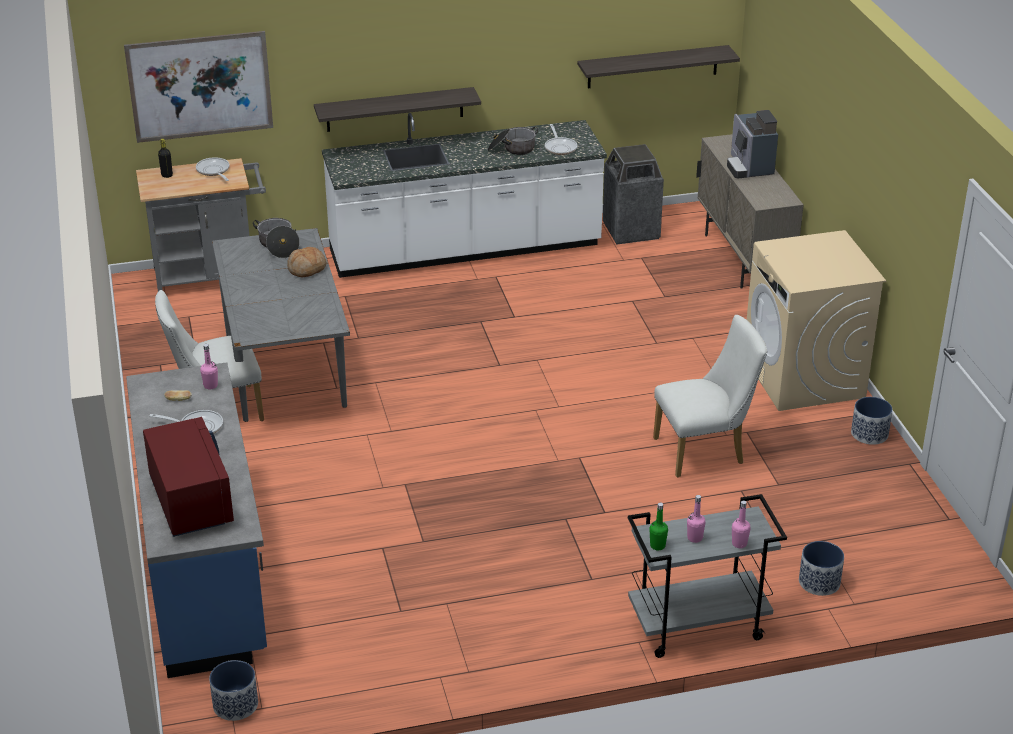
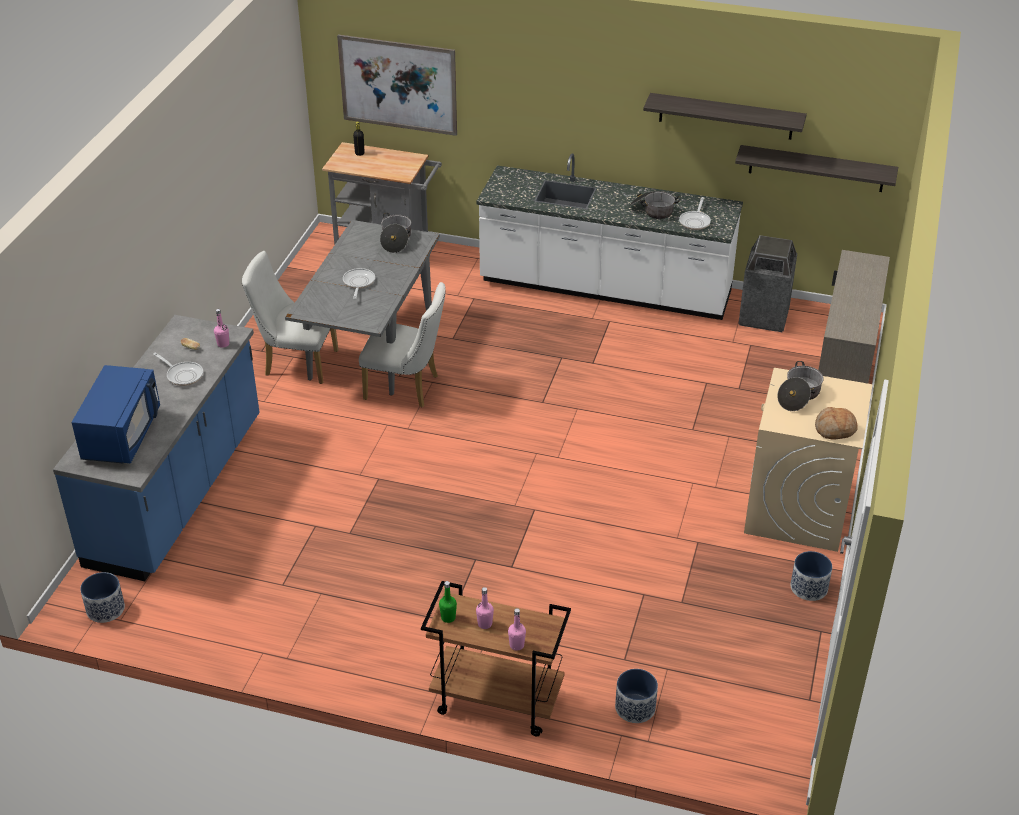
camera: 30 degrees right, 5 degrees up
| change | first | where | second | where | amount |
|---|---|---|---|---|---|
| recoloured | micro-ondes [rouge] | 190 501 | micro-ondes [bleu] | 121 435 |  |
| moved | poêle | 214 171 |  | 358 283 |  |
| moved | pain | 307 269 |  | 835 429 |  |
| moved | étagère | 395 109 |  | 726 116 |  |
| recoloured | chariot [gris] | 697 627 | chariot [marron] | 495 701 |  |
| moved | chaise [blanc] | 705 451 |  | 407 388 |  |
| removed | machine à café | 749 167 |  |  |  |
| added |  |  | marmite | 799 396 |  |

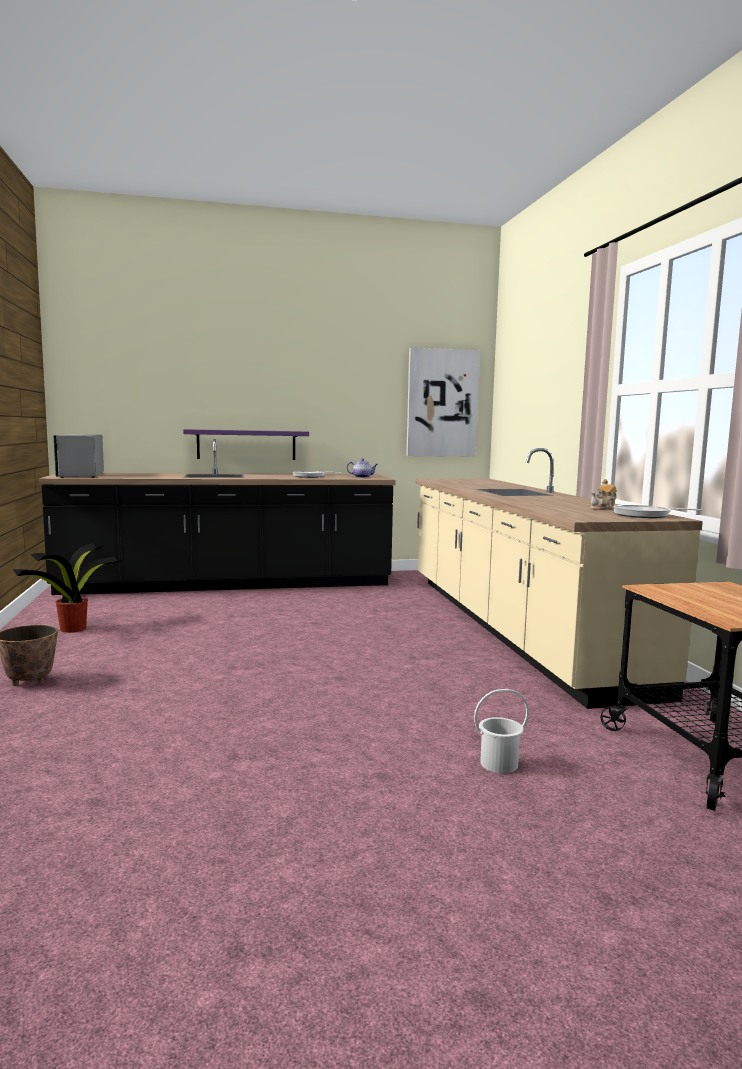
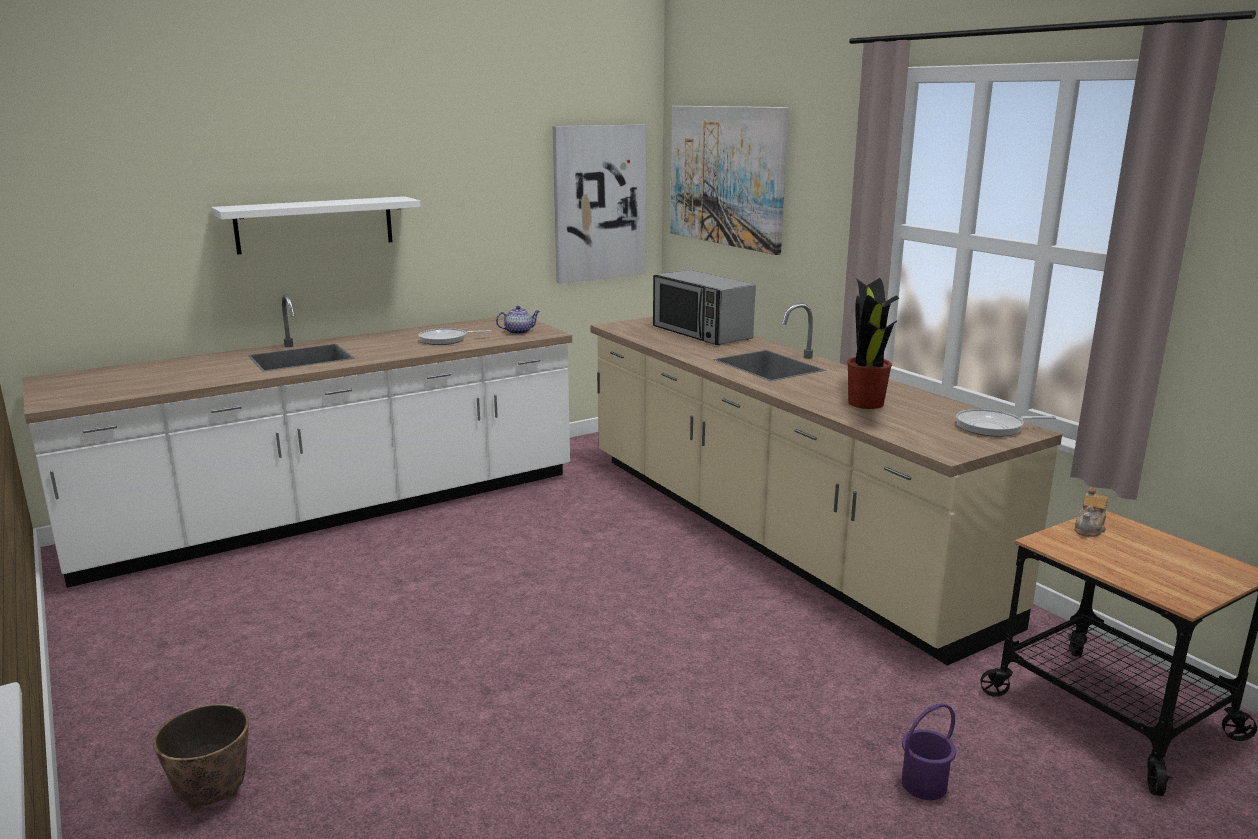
camera: 20 degrees left, 10 degrees up
| change | first | where | second | where | amount |
|---|---|---|---|---|---|
| moved | plante en pot | 74 628 |  | 865 402 |  |
| recoloured | comptoir de cuisine [noir] | 228 584 | comptoir de cuisine [blanc] | 337 511 |  |
| moved | micro-ondes | 80 475 |  | 701 333 |  |
| removed | étagère [violet] | 246 444 |  |  |  |
| recoloured | seau [blanc] | 499 764 | seau [violet] | 925 785 |  |
| moved | théière | 603 508 |  | 1089 529 |  |
| added |  |  | étagère [blanc] | 315 224 |  |
| added |  |  | tableau | 726 176 |  |

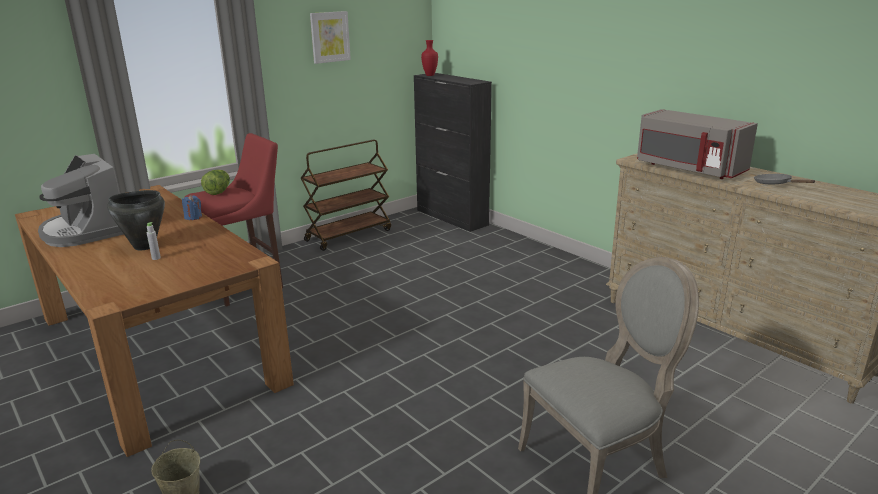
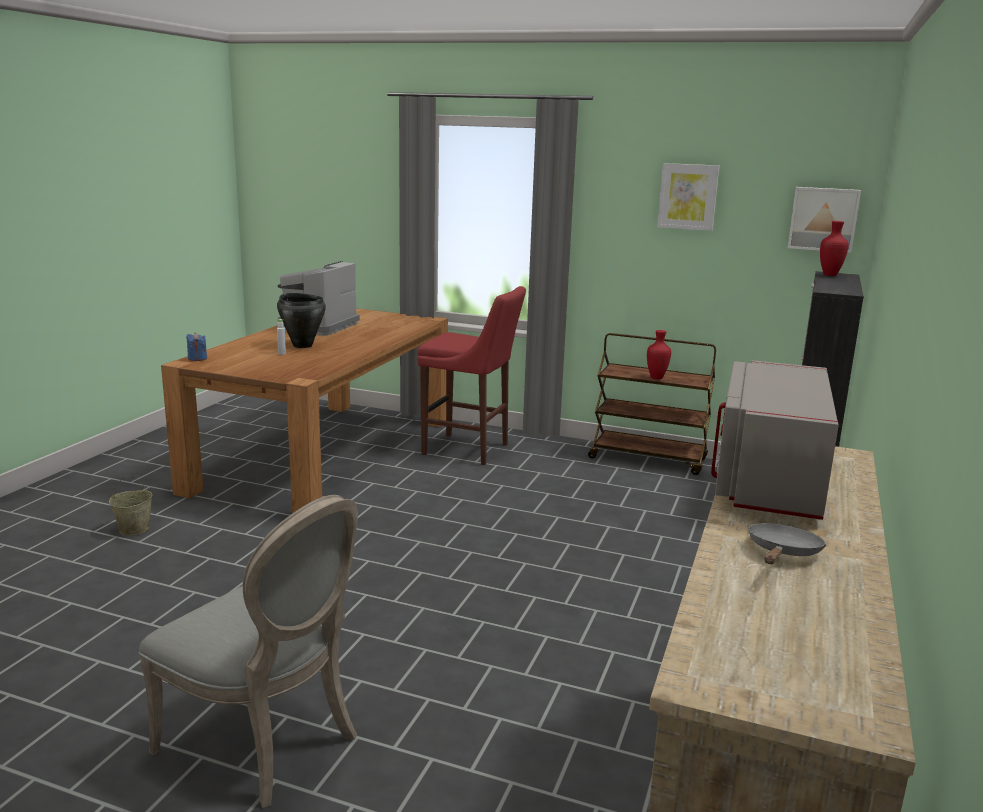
camera: 60 degrees right, 5 degrees down
| change | first | where | second | where | amount |
|---|---|---|---|---|---|
| moved | bougie [bleu] | 193 217 |  | 197 358 |  |
| removed | laitue | 218 191 |  |  |  |
| added |  |  | vase [rouge] | 657 378 |  |
| added |  |  | tableau | 823 219 |  |

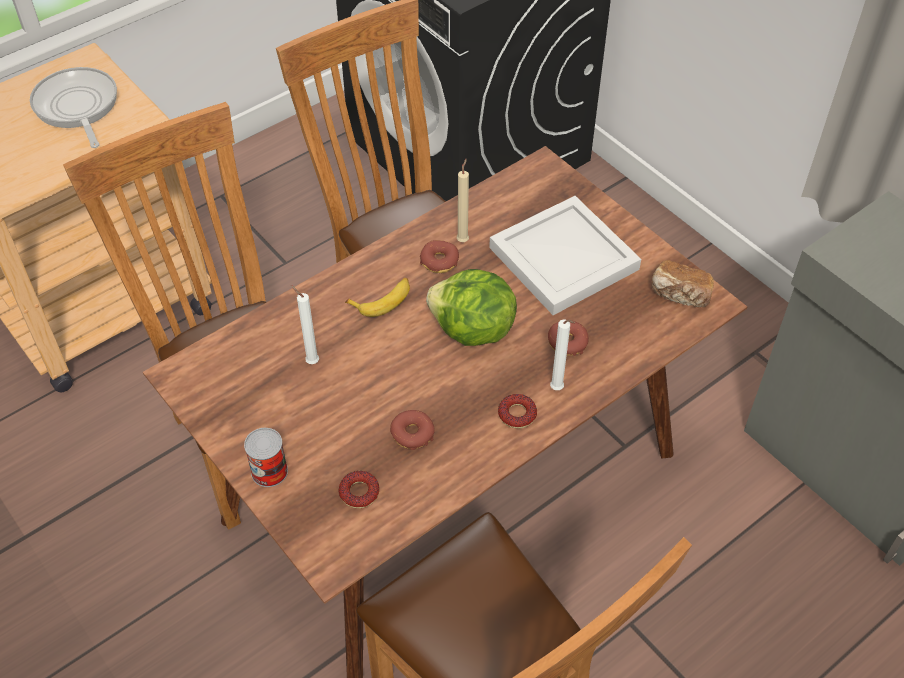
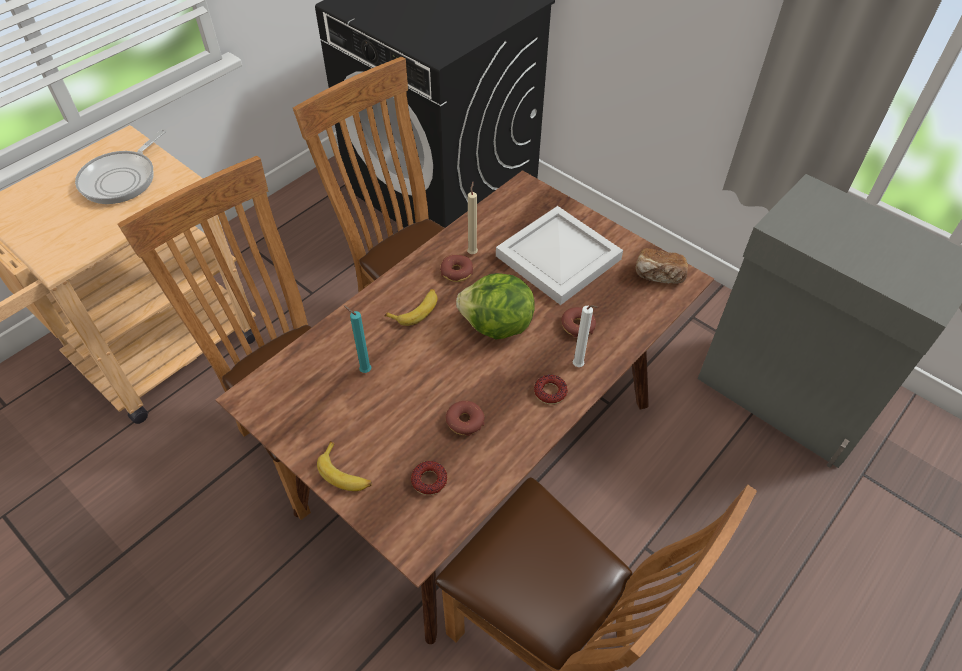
camera: 10 degrees left, 0 degrees up
| change | first | where | second | where | amount |
|---|---|---|---|---|---|
| turned | poêle | 77 107 |  | 122 179 | 120 degrees counterclockwise |
| replaced | boîte métallique | 269 471 | banane | 345 473 |  |
| recoloured | bougie [blanc] | 310 361 | bougie [turquoise] | 364 370 |  |

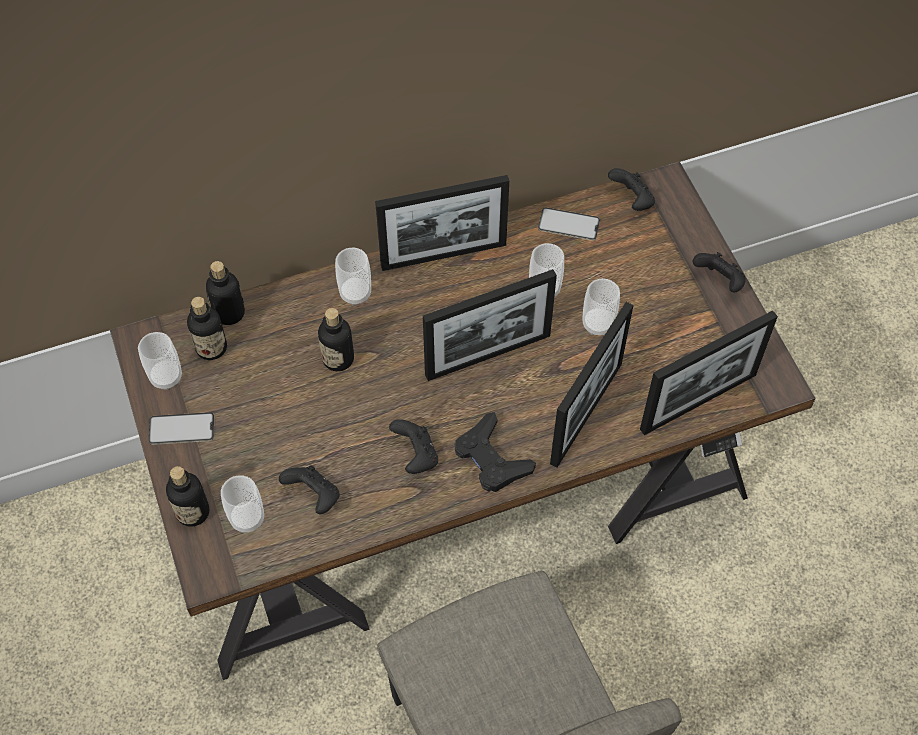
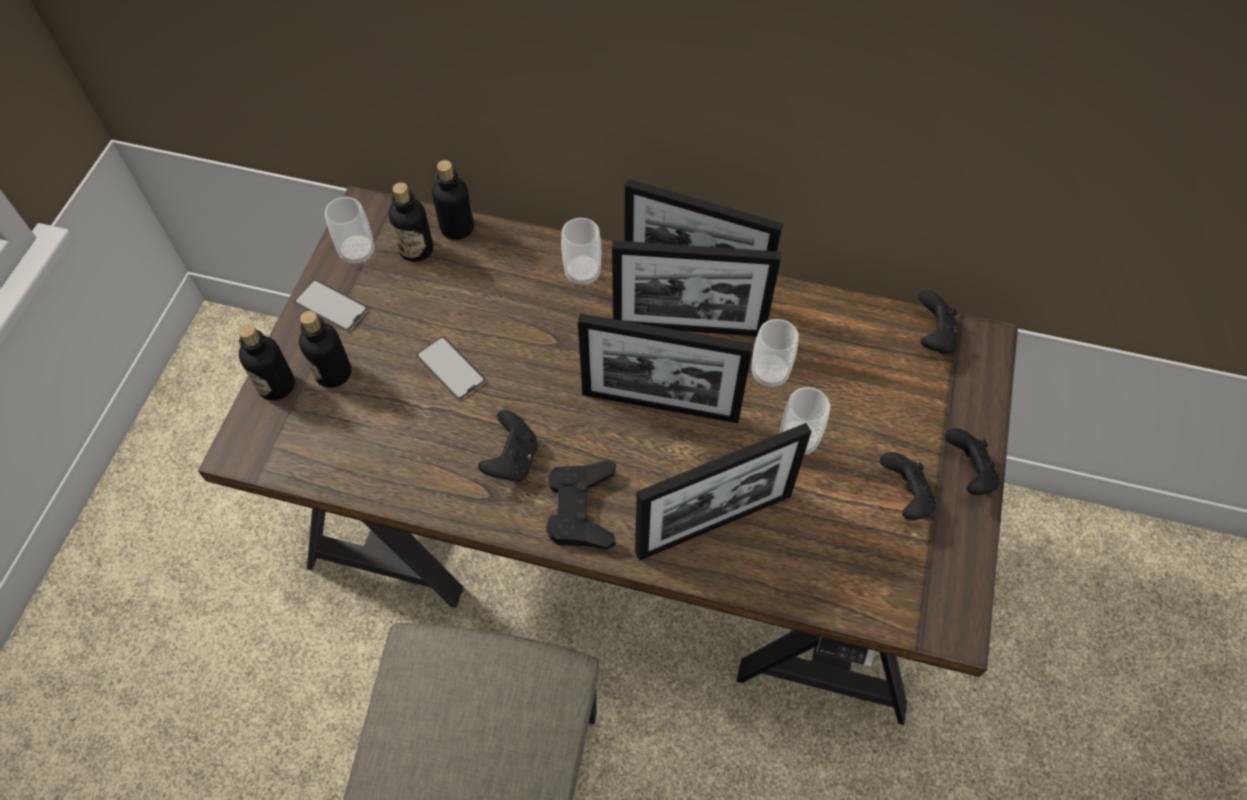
camera: 35 degrees right, 0 degrees up
| change | first | where | second | where | amount |
|---|---|---|---|---|---|
| removed | tasse | 247 518 |  |  |  |
| moved | manette [noir] | 314 496 |  | 905 497 |  |
| moved | bouteille | 338 358 |  | 333 373 |  |
| moved | téléphone | 569 224 |  | 451 368 |  |
| moved | cadre photo | 698 402 |  | 688 327 |  |

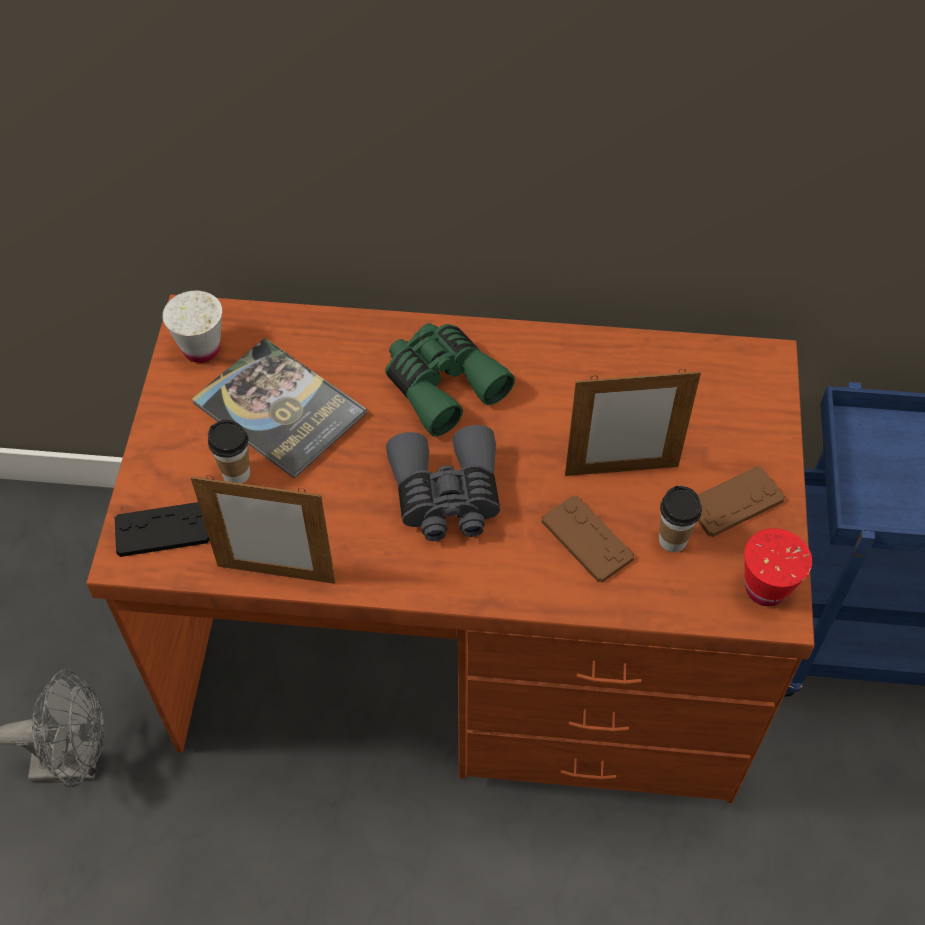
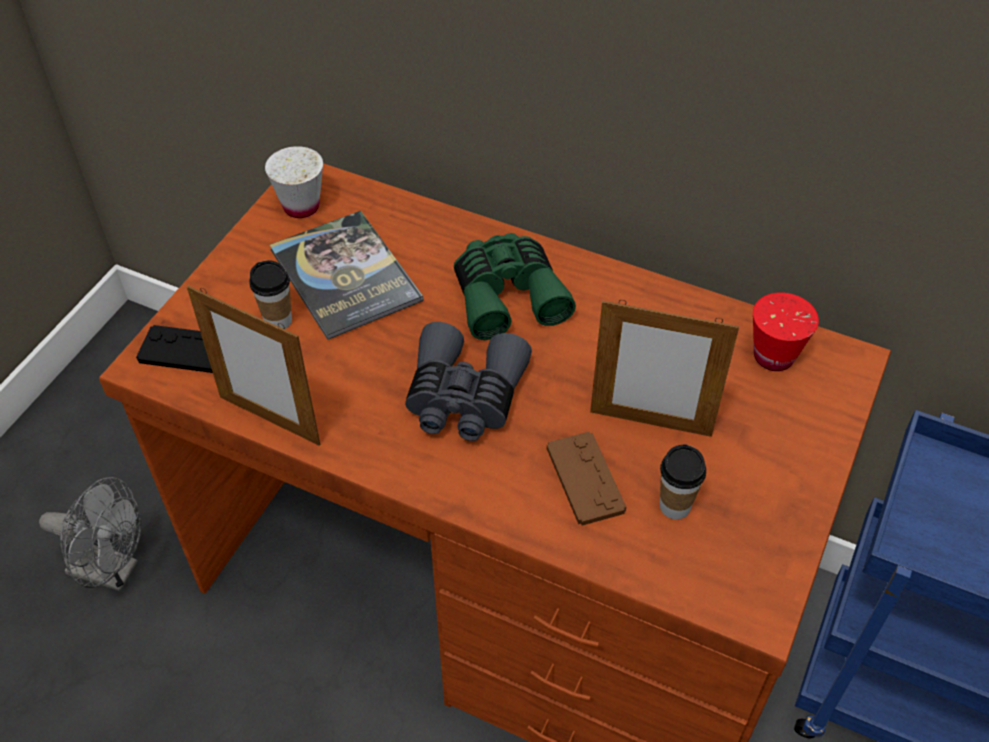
camera: 20 degrees right, 5 degrees down
| change | first | where | second | where | amount |
|---|---|---|---|---|---|
| removed | manette [marron] | 734 502 |  |  |  |
| moved | tasse [rouge] | 765 588 |  | 773 356 |  |

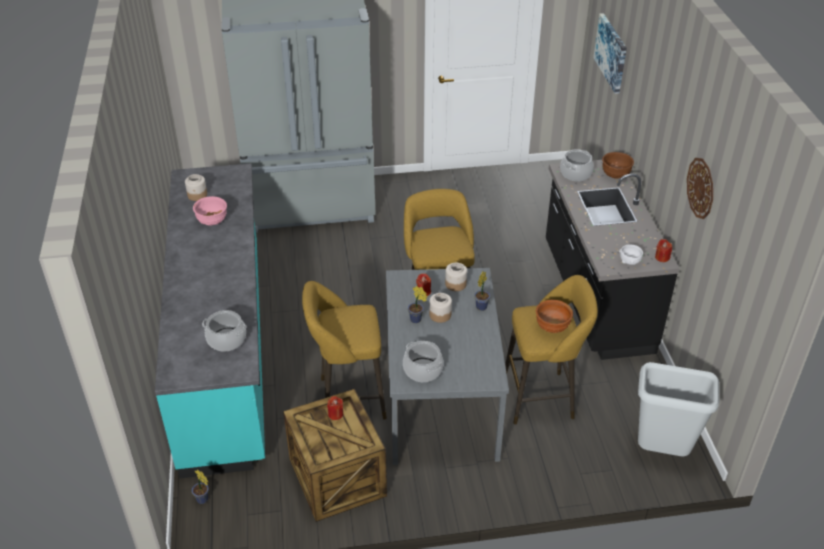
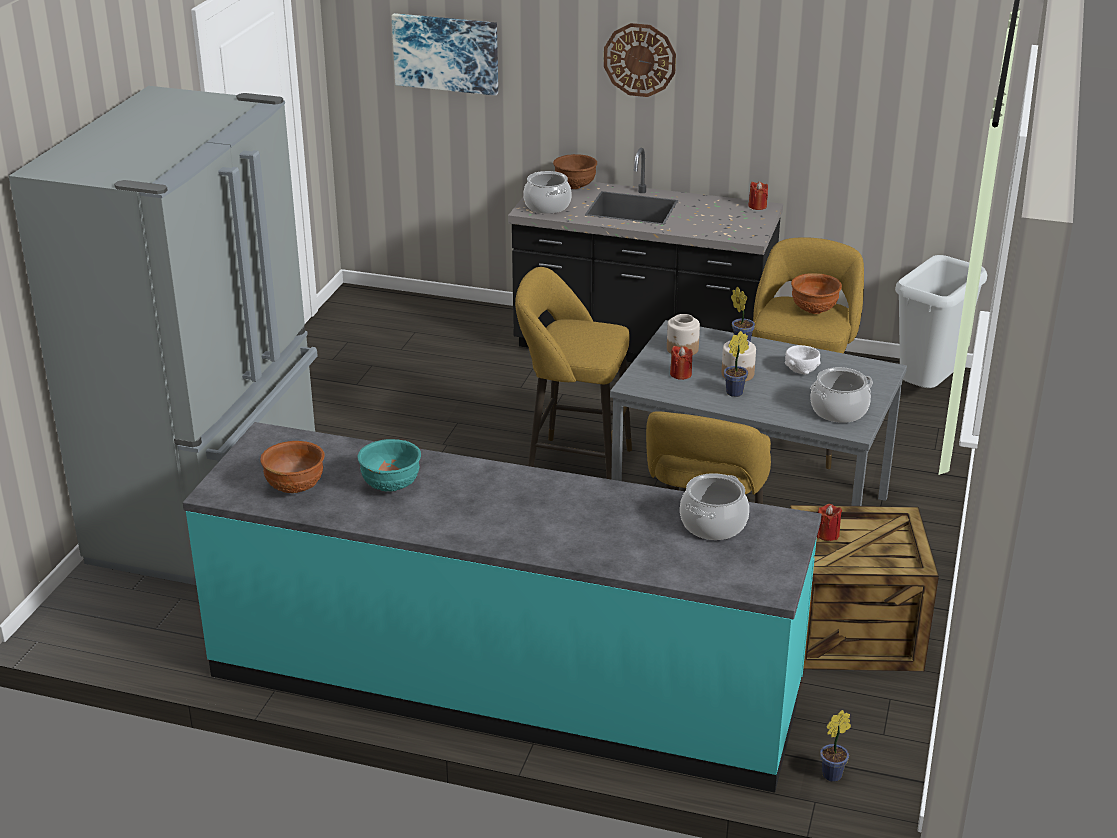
camera: 65 degrees left, 10 degrees down
| change | first | where | second | where | amount |
|---|---|---|---|---|---|
| replaced | bocal | 197 195 | bol [marron] | 296 488 |  |
| recoloured | bol [rose] | 212 222 | bol [turquoise] | 392 486 |  |
| moved | bol [blanc] | 629 261 |  | 801 370 |  |
| moved | horloge murale | 701 188 |  | 639 59 |  |

